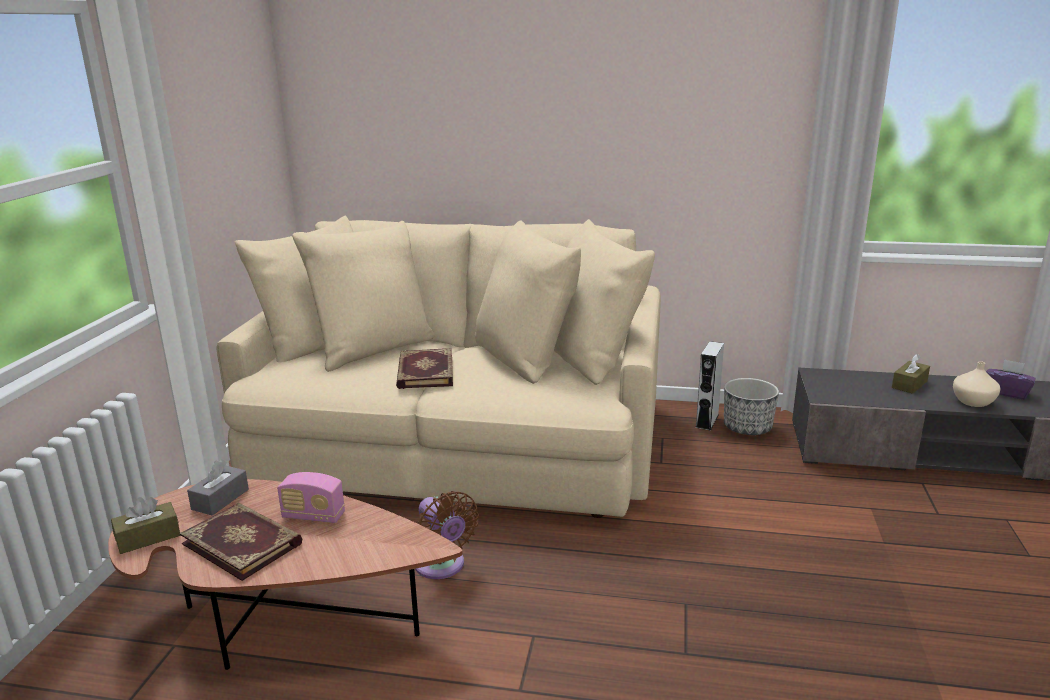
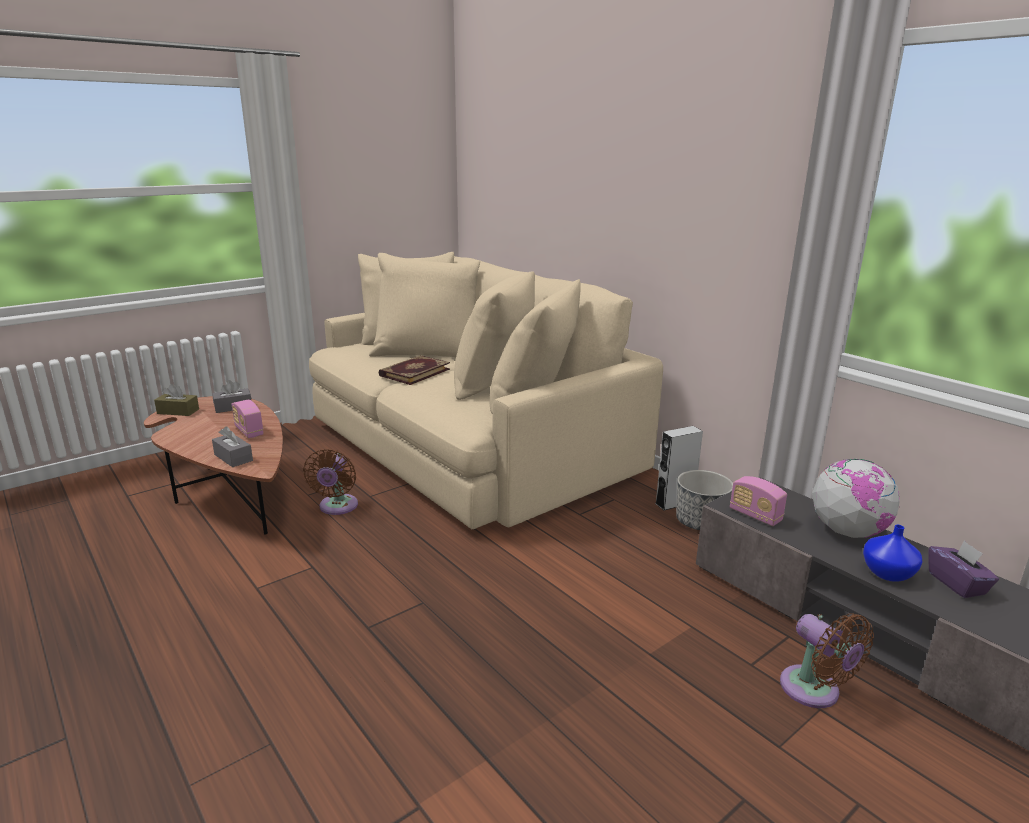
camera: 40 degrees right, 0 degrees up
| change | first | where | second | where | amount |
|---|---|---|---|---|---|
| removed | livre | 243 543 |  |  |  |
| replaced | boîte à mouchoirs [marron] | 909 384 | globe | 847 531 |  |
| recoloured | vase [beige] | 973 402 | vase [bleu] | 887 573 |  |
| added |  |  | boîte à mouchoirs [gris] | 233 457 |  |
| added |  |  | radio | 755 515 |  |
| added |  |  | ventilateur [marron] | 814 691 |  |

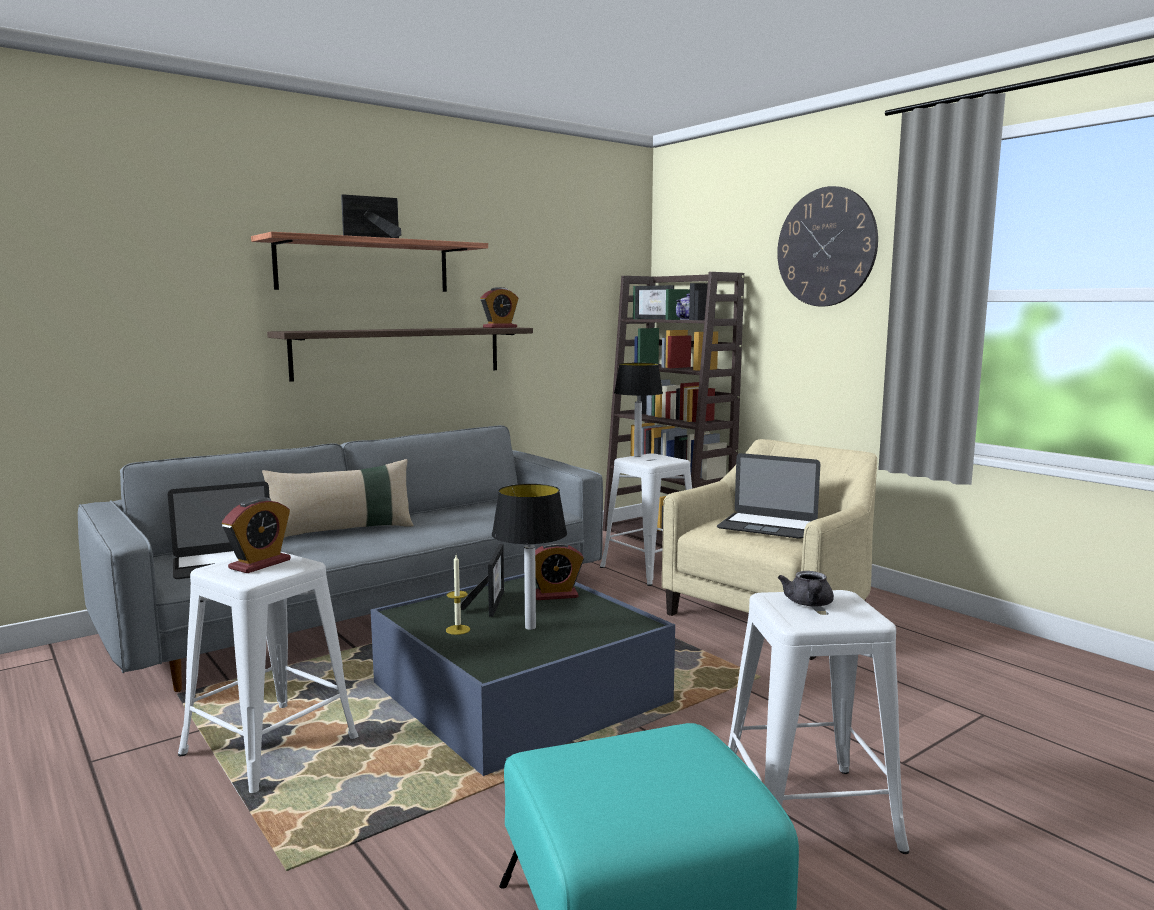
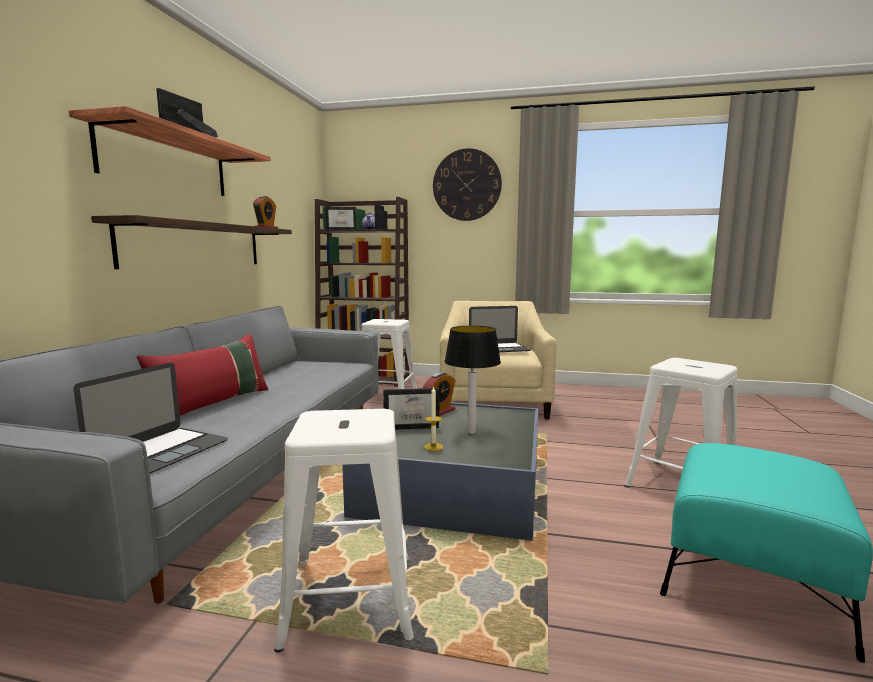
camera: 40 degrees left, 0 degrees up
| change | first | where | second | where | amount |
|---|---|---|---|---|---|
| removed | réveil | 260 564 |  |  |  |
| recoloured | coussin [beige] | 342 531 | coussin [rouge] | 213 404 |  |
| turned | cadre photo | 489 603 |  | 412 426 | 120 degrees clockwise |
| removed | lampe de table | 637 456 |  |  |  |
| removed | théière [gris] | 808 604 |  |  |  |

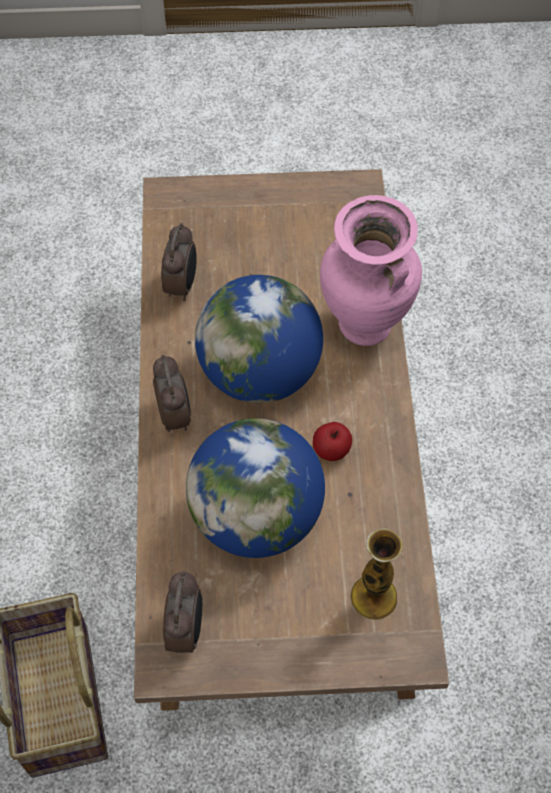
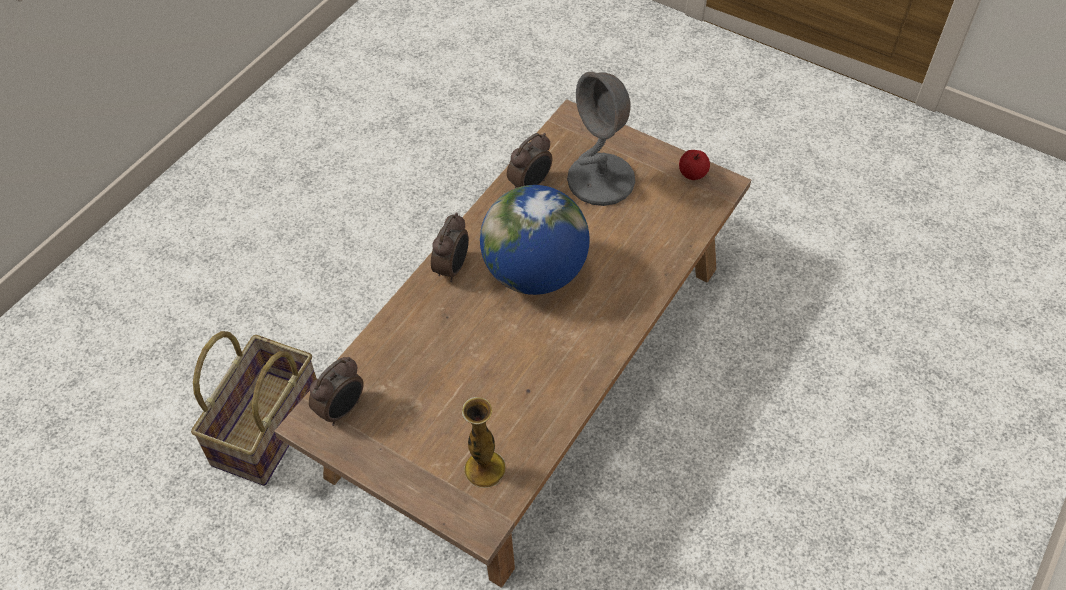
camera: 35 degrees right, 5 degrees down
| change | first | where | second | where | amount |
|---|---|---|---|---|---|
| removed | globe | 256 517 |  |  |  |
| moved | pomme | 331 450 |  | 692 174 |  |
| removed | vase [rose] | 363 327 |  |  |  |
| added |  |  | lampe de table [gris] | 601 180 |  |

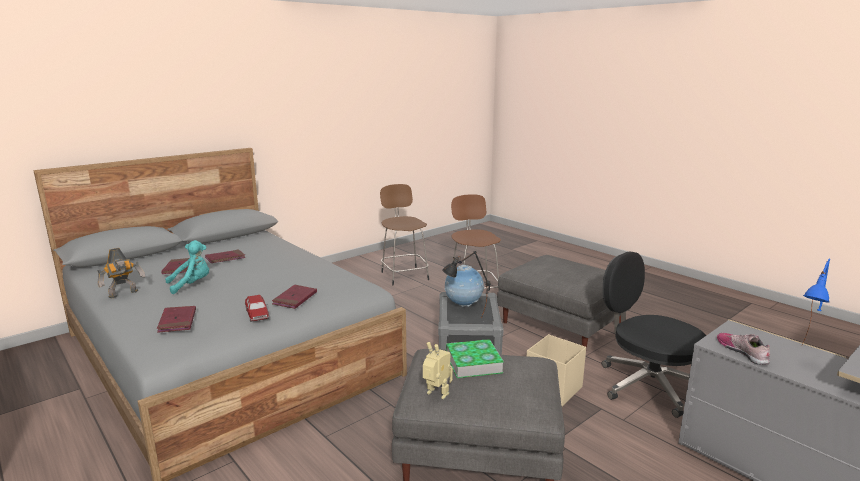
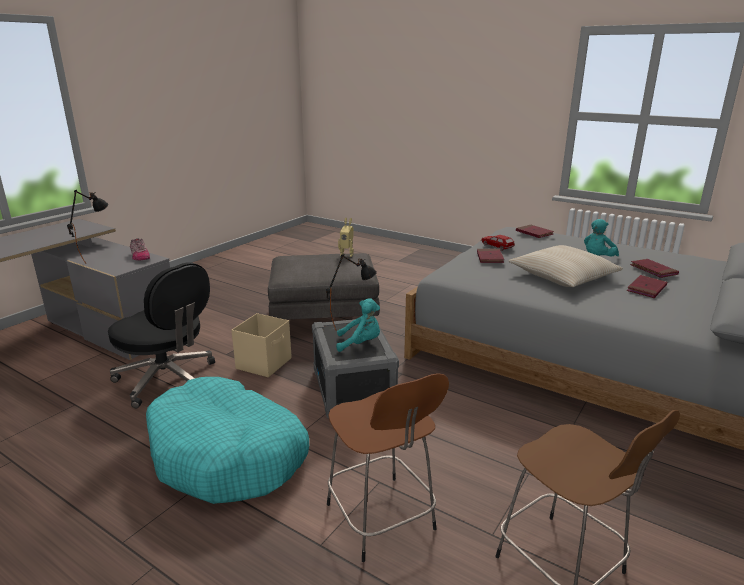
camera: 165 degrees right, 5 degrees up
| change | first | where | second | where | amount |
|---|---|---|---|---|---|
| removed | robot jouet | 124 294 |  |  |  |
| replaced | globe | 463 305 | peluche [turquoise] | 360 343 |  |
| removed | livre | 473 363 |  |  |  |
| replaced | pouf [gris] | 562 325 | panier pour chien [turquoise] | 228 454 |  |
| recoloured | lampe de table [bleu] | 806 355 | lampe de table [noir] | 96 258 |  |
| added |  |  | coussin [beige] | 563 276 |  |

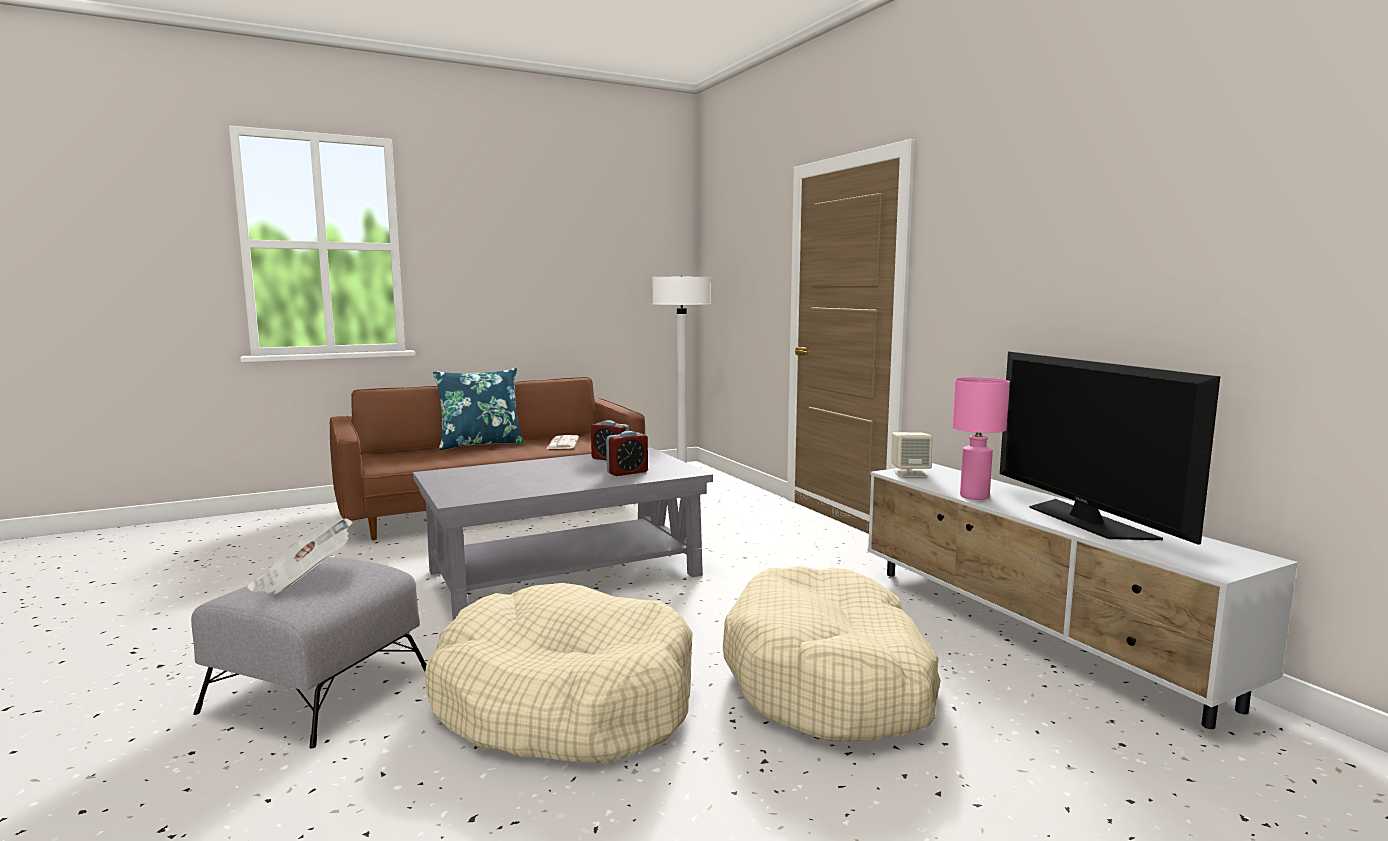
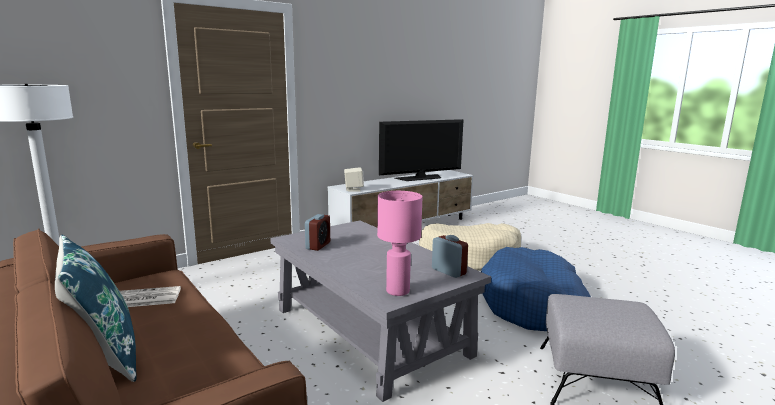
camera: 100 degrees left, 5 degrees up
| change | first | where | second | where | amount |
|---|---|---|---|---|---|
| removed | journal | 303 581 |  |  |  |
| recoloured | panier pour chien [beige] | 564 701 | panier pour chien [bleu] | 533 304 |  |
| moved | réveil | 627 472 |  | 448 271 |  |
| moved | lampe de table [rose] | 974 497 |  | 398 291 |  |

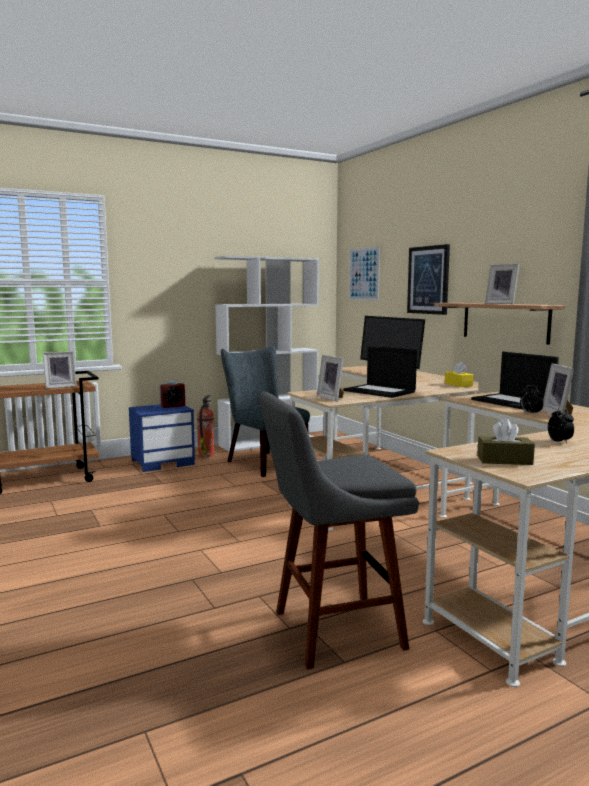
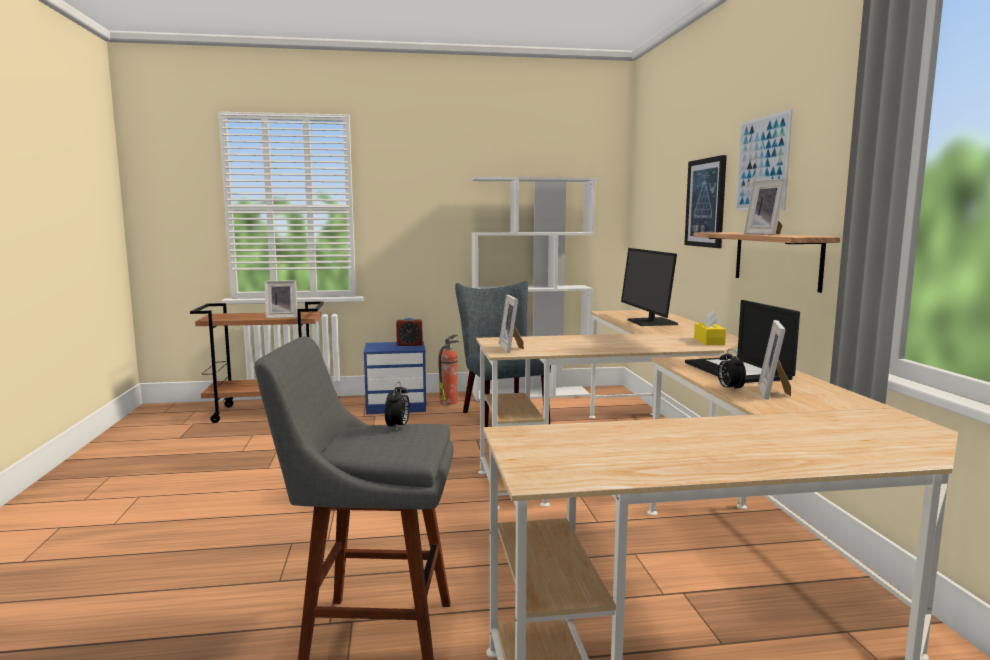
camera: 20 degrees right, 0 degrees up
| change | first | where | second | where | amount |
|---|---|---|---|---|---|
| removed | ordinateur portable | 380 391 |  |  |  |
| moved | tableau | 364 274 |  | 762 164 |  |
| removed | boîte à mouchoirs [marron] | 504 460 |  |  |  |
| moved | réveil | 560 442 |  | 398 427 |  |

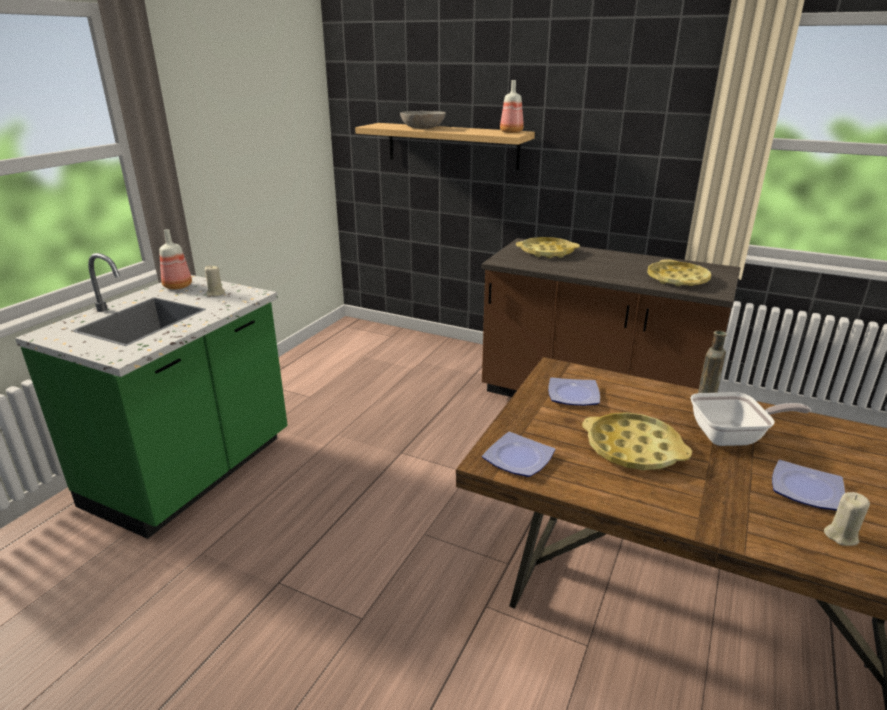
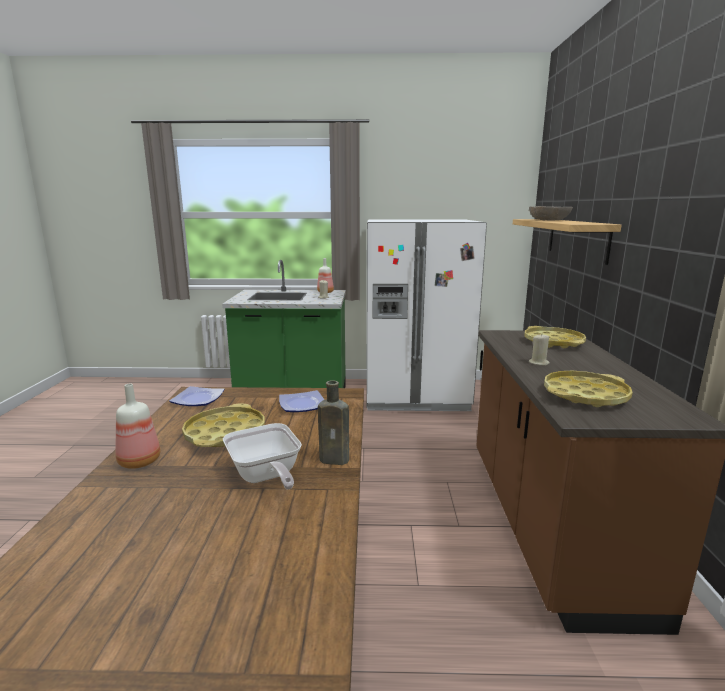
camera: 65 degrees right, 10 degrees down
| change | first | where | second | where | amount |
|---|---|---|---|---|---|
| moved | bouteille | 512 132 |  | 139 462 |  |
| removed | assiette | 807 490 |  |  |  |
| moved | bougie [beige] | 841 536 |  | 539 363 |  |
| added |  |  | réfrigérateur [blanc] | 415 395 |  |

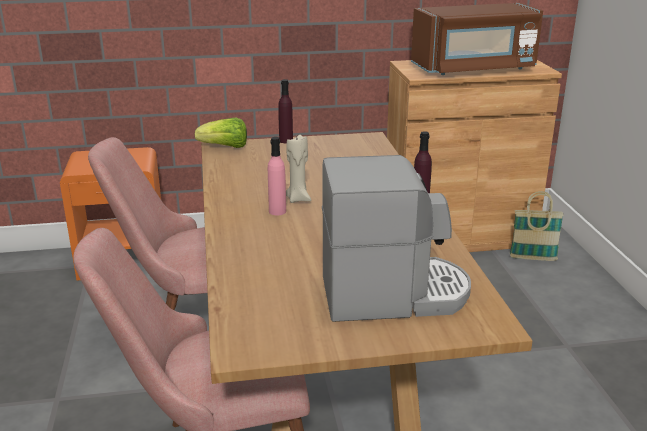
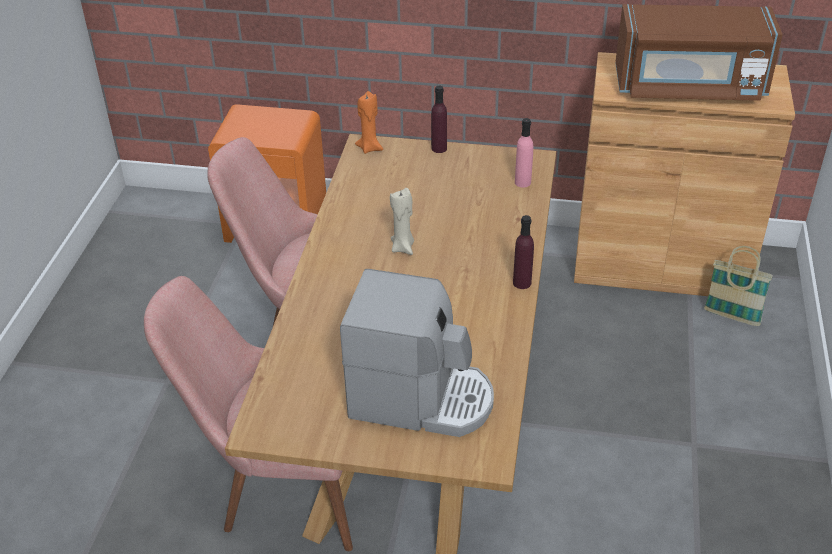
camera: 20 degrees right, 15 degrees up
| change | first | where | second | where | amount |
|---|---|---|---|---|---|
| replaced | laitue | 225 147 | bougie [orange] | 369 148 |  |
| moved | bouteille [rose] | 277 211 |  | 522 182 |  |

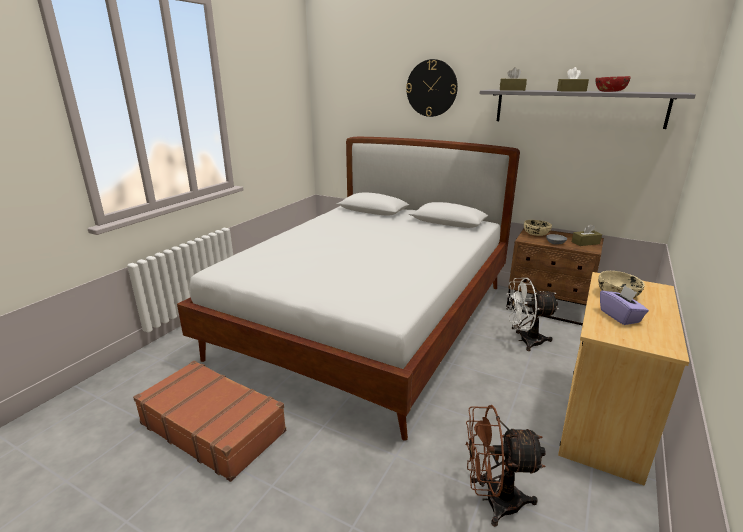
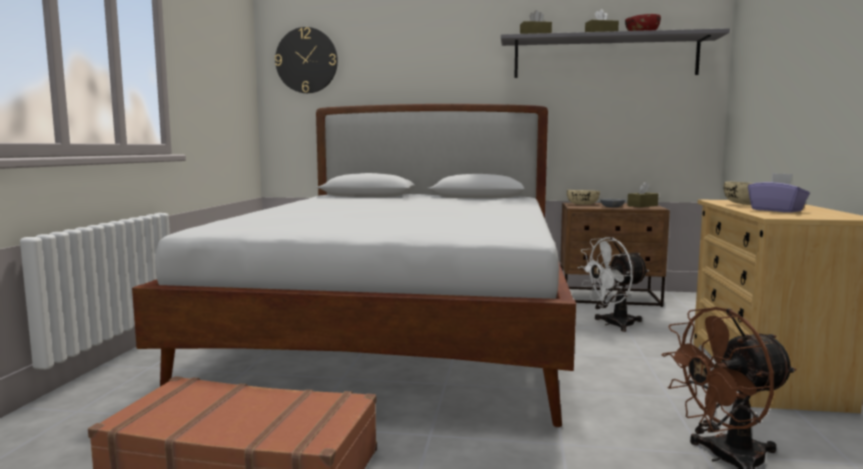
camera: 20 degrees left, 15 degrees down
| change | first | where | second | where | amount |
|---|---|---|---|---|---|
| moved | horloge murale | 431 88 |  | 306 60 |  |

